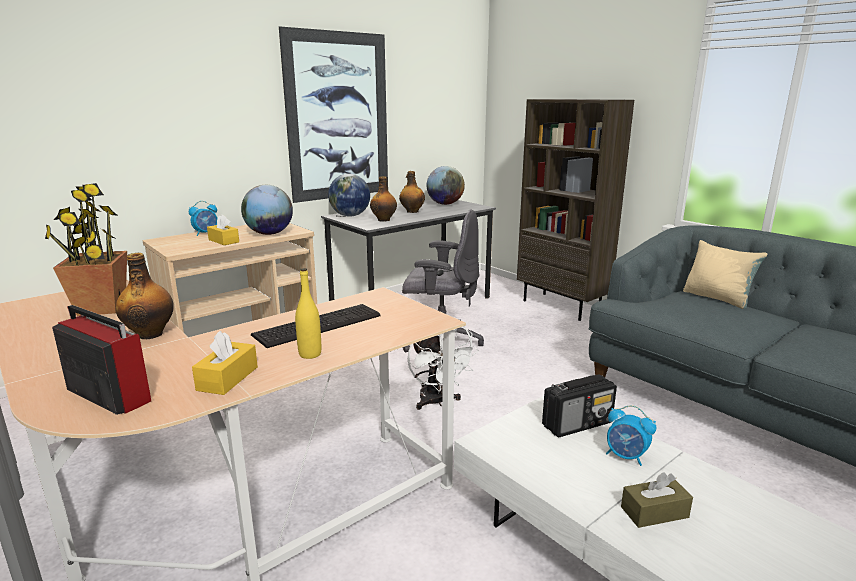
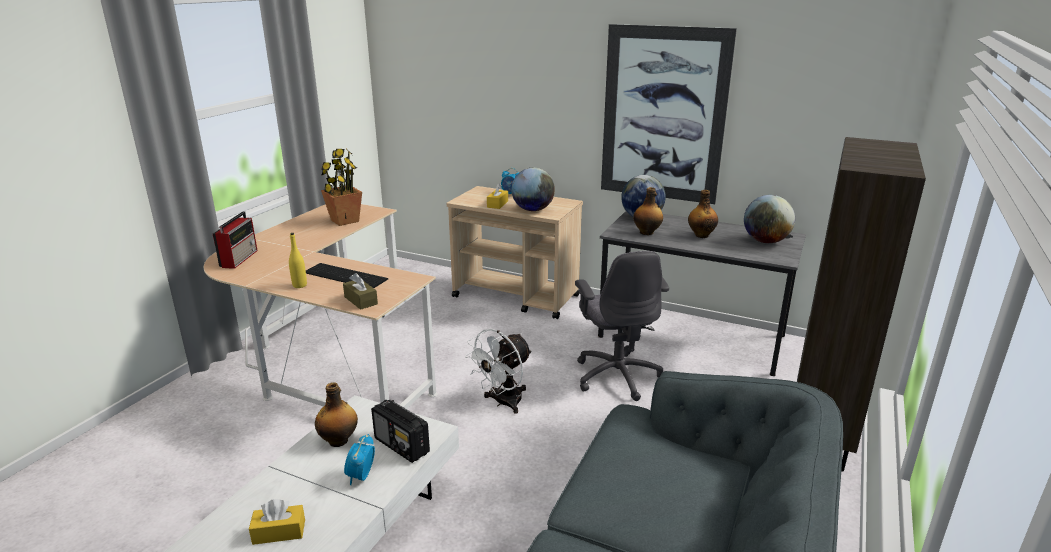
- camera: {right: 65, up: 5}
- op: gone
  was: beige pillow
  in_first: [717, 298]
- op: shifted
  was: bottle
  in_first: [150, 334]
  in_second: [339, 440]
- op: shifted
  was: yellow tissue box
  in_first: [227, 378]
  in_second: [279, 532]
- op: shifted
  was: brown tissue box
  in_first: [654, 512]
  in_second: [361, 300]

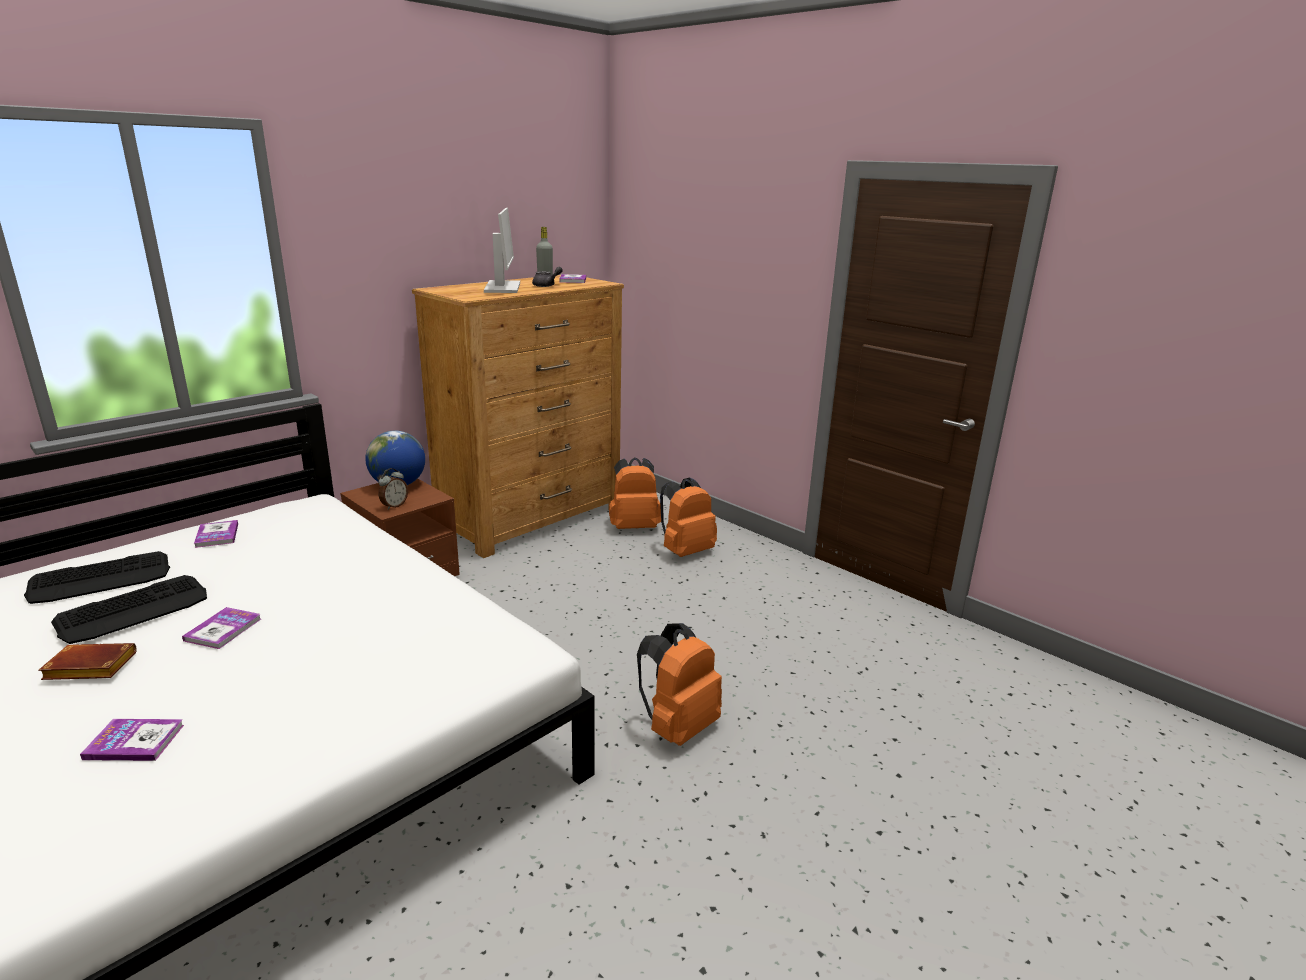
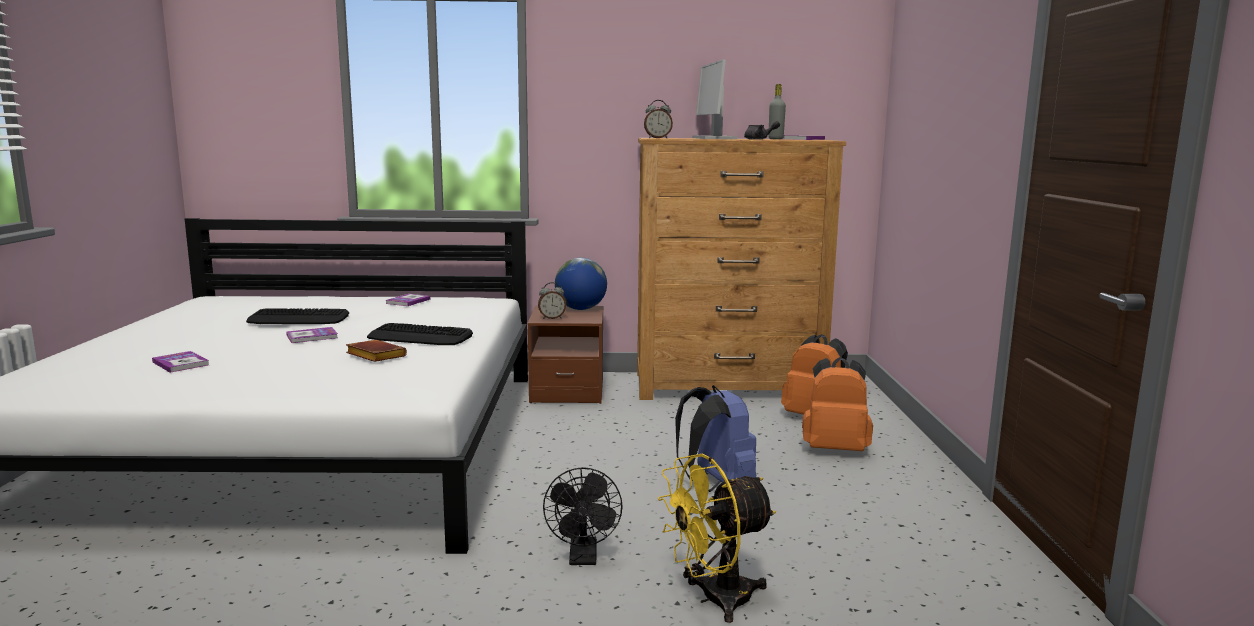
- camera: {right: 45, up: -10}
- op: rotated
  was: monitor
  in_first: [503, 287]
  in_second: [713, 138]
  clockwise: 135
- op: shifted
  was: keyboard
  in_first: [101, 579]
  in_second: [420, 337]
- op: swapped
  was: orange backpack
  now: black fan
  in_first: [678, 727]
  in_second: [583, 558]
- op: shifted
  was: brown book
  in_first: [88, 668]
  in_second: [374, 356]
- op: new
  now: alarm clock
  in_second: [657, 138]
- op: new
  now: blue backpack
  in_second: [716, 484]
- op: new
  now: yellow fan
  in_second: [714, 599]

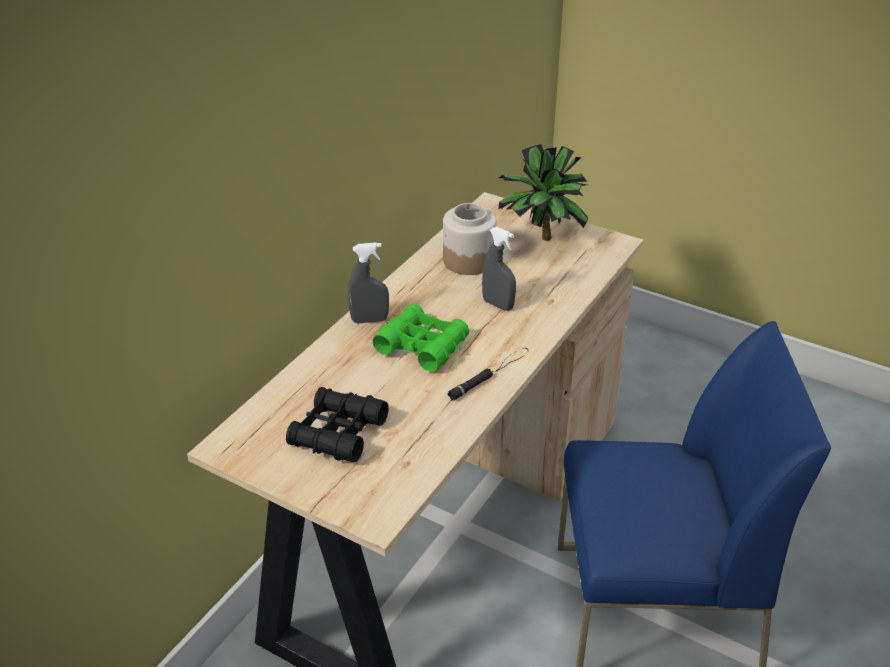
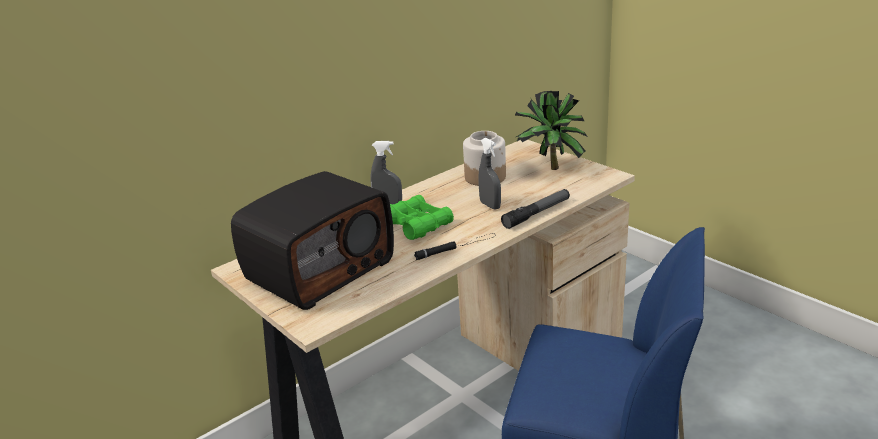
- camera: {right: 20, up: -10}
- op: swapped
  was: black binoculars
  now: radio
  in_first: [338, 433]
  in_second: [320, 270]
- op: new
  now: flashlight
  in_second: [537, 214]

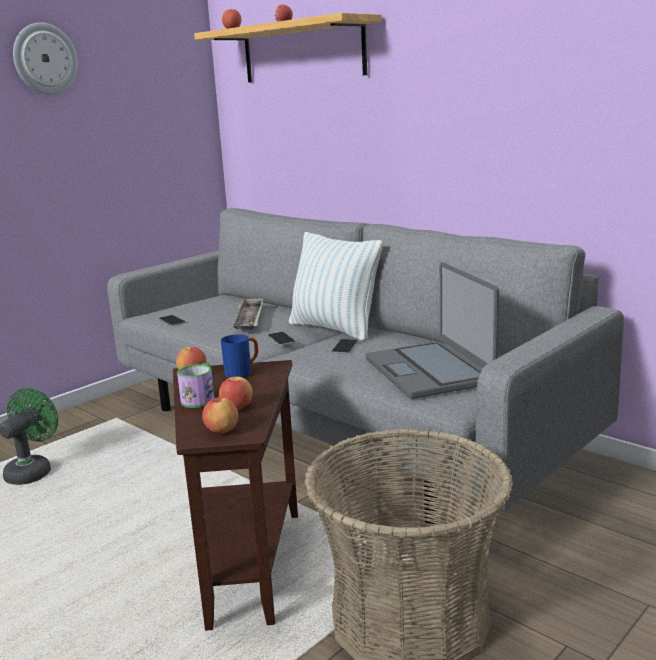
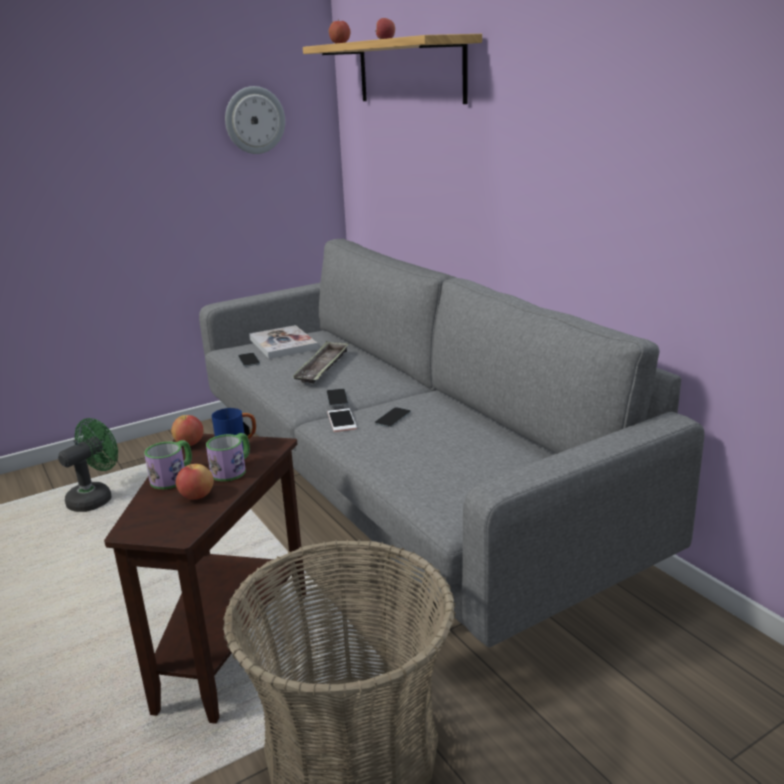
- camera: {right: 15, up: 5}
- op: shifted
  was: wall clock
  in_first: [45, 59]
  in_second: [254, 120]
- op: gone
  was: pillow
  in_first: [335, 328]
- op: gone
  was: laptop
  in_first: [429, 371]
- op: gone
  was: apple
  in_first: [221, 430]
- op: new
  now: book
  in_second: [283, 344]
- op: new
  now: phone
  in_second: [341, 421]
- op: new
  now: mug
  in_second: [233, 469]

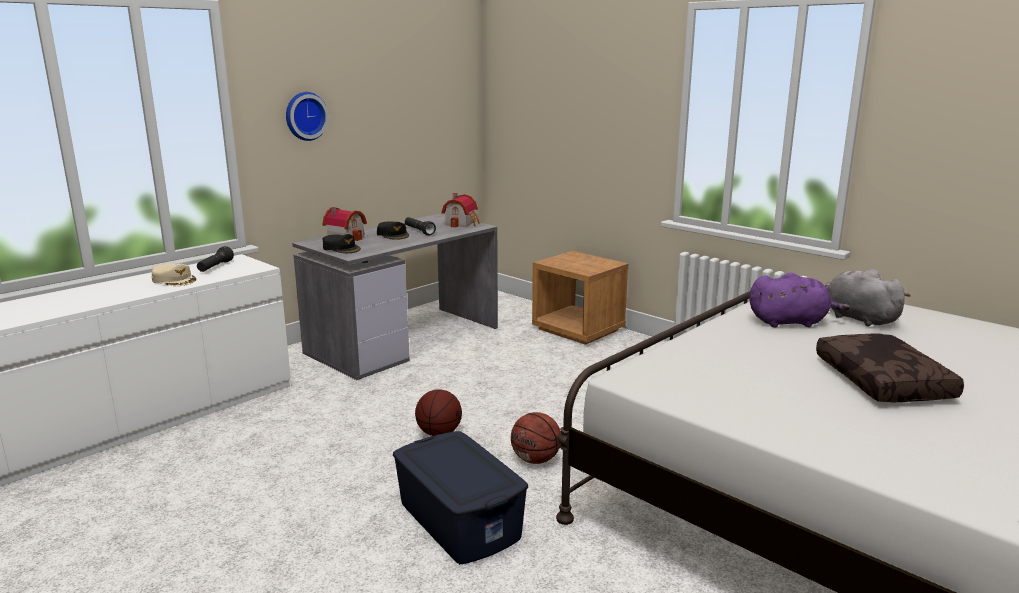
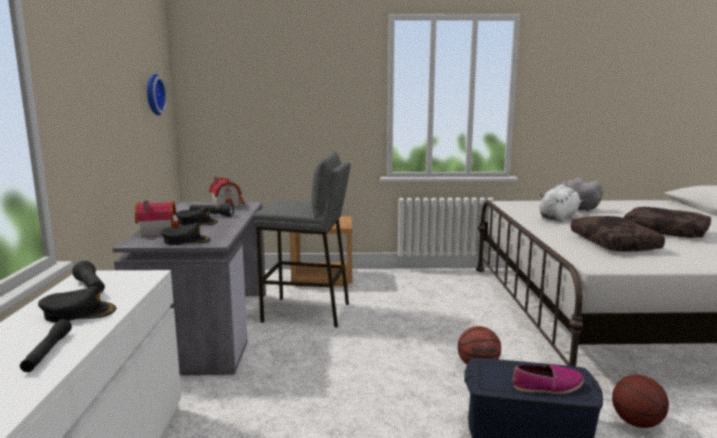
- camera: {right: -45, up: -5}
- op: shifted
  was: wall clock
  in_first: [305, 116]
  in_second: [153, 94]
- op: repainted
  was: beige cap
  now: black cap
  in_first: [174, 280]
  in_second: [79, 312]
- op: repainted
  was: purple plush toy
  now: white plush toy
  in_first: [790, 322]
  in_second: [559, 218]
- op: shifted
  was: basketball
  in_first: [439, 433]
  in_second: [636, 423]
- op: new
  now: grey stool
  in_second: [307, 312]
- op: new
  now: brown pillow
  in_second: [615, 243]
- op: new
  now: black flashlight
  in_second: [47, 352]
- op: new
  now: shoe
  in_second: [547, 386]

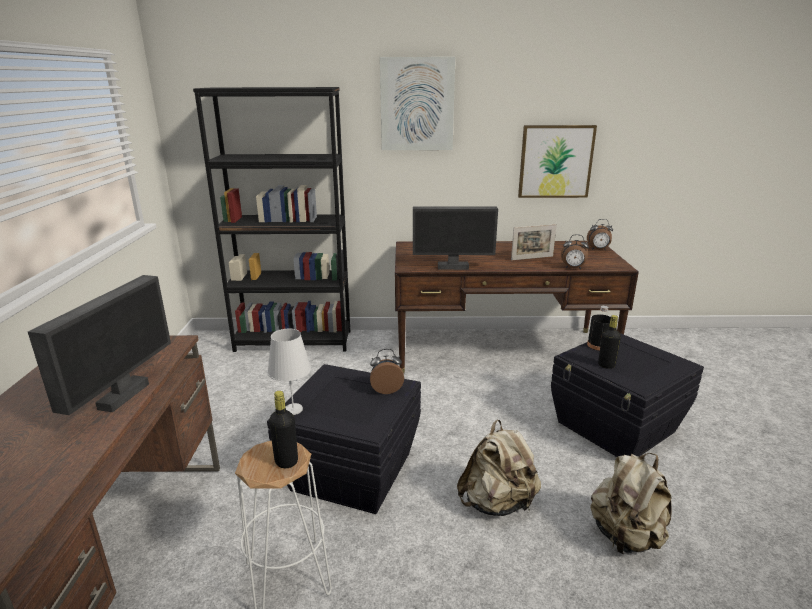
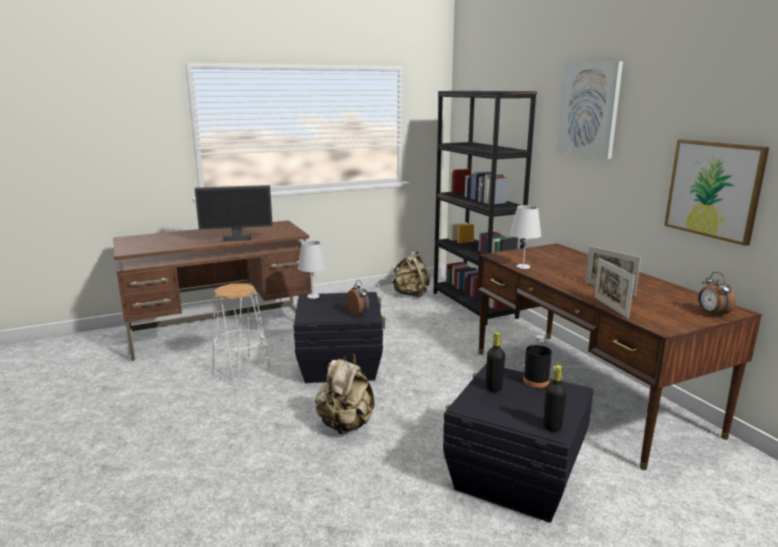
- camera: {right: 65, up: -5}
- op: swapped
  was: monitor
  now: white table lamp
  in_first: [453, 267]
  in_second: [523, 267]
- op: swapped
  was: alarm clock
  now: picture frame
  in_first: [573, 268]
  in_second: [610, 307]
- op: shifted
  was: black bottle
  in_first: [286, 461]
  in_second: [552, 427]
- op: shifted
  was: beige backpack
  in_first: [626, 536]
  in_second: [411, 294]

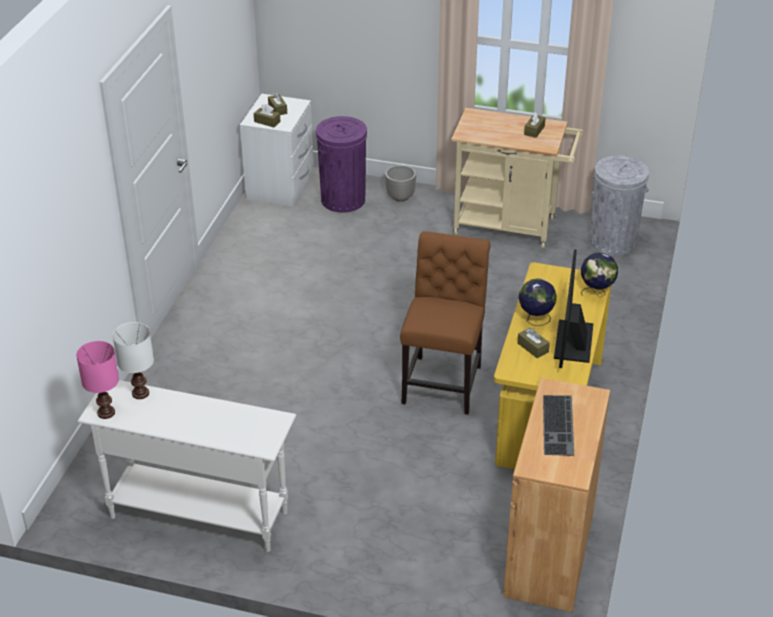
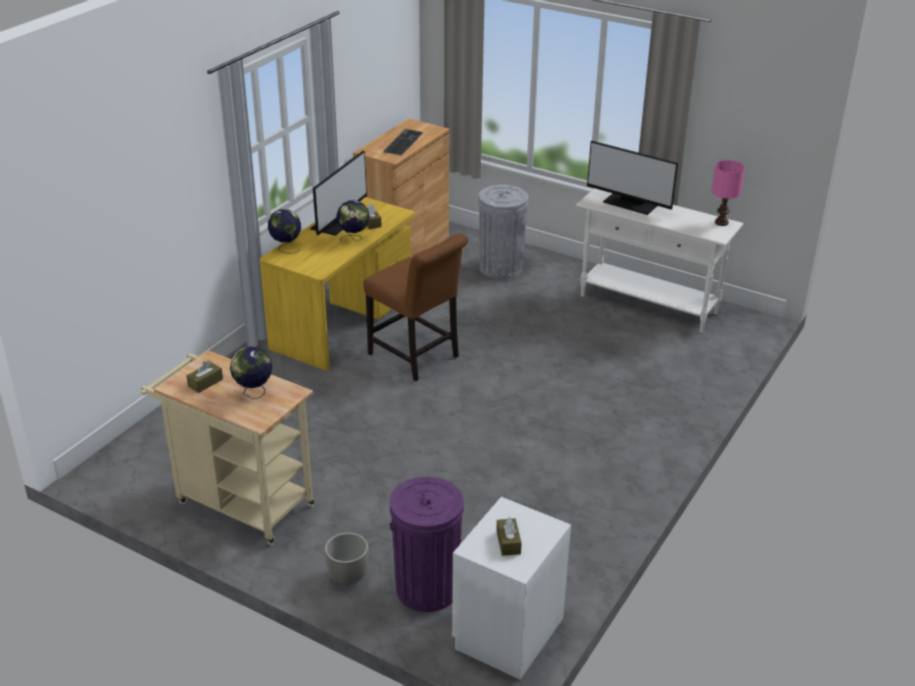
- camera: {right: -165, up: -5}
- op: gone
  was: brown tissue box
  in_first: [267, 122]
- op: shifted
  was: grey trash can
  in_first: [612, 242]
  in_second: [501, 267]
- op: rotated
  was: brown chair
  in_first: [443, 381]
  in_second: [416, 357]
  clockwise: -75
- op: gone
  was: white table lamp
  in_first: [140, 393]
- op: new
  now: monitor
  in_second: [630, 203]
- op: new
  now: globe
  in_second: [254, 393]

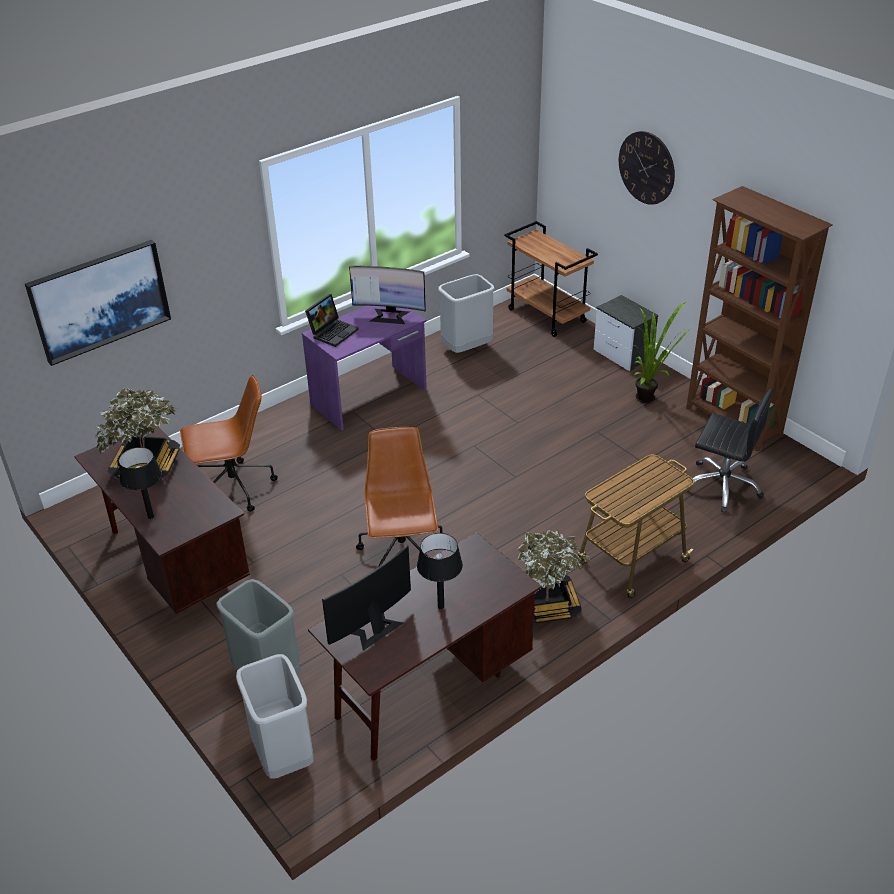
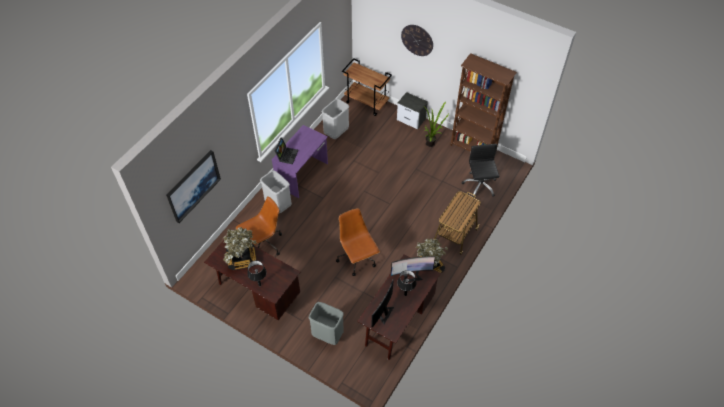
- camera: {right: -20, up: 15}
- op: shifted
  was: monitor
  in_first: [389, 316]
  in_second: [411, 275]
- op: rotated
  was: black office chair
  in_first: [722, 486]
  in_second: [479, 185]
  clockwise: -105
- op: shifted
  was: grey trash can
  in_first: [284, 755]
  in_second: [279, 205]

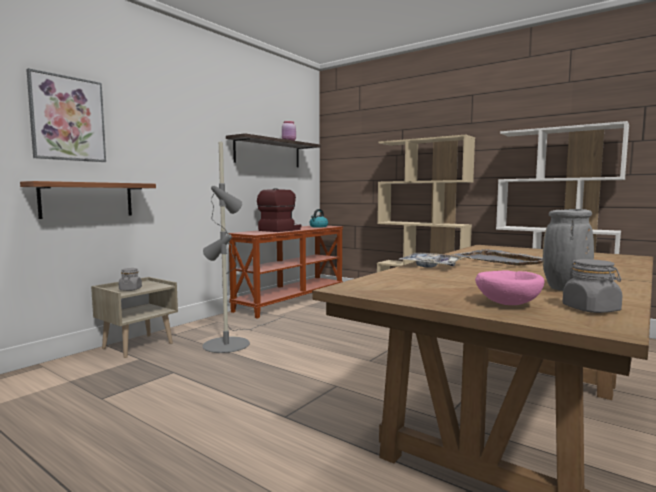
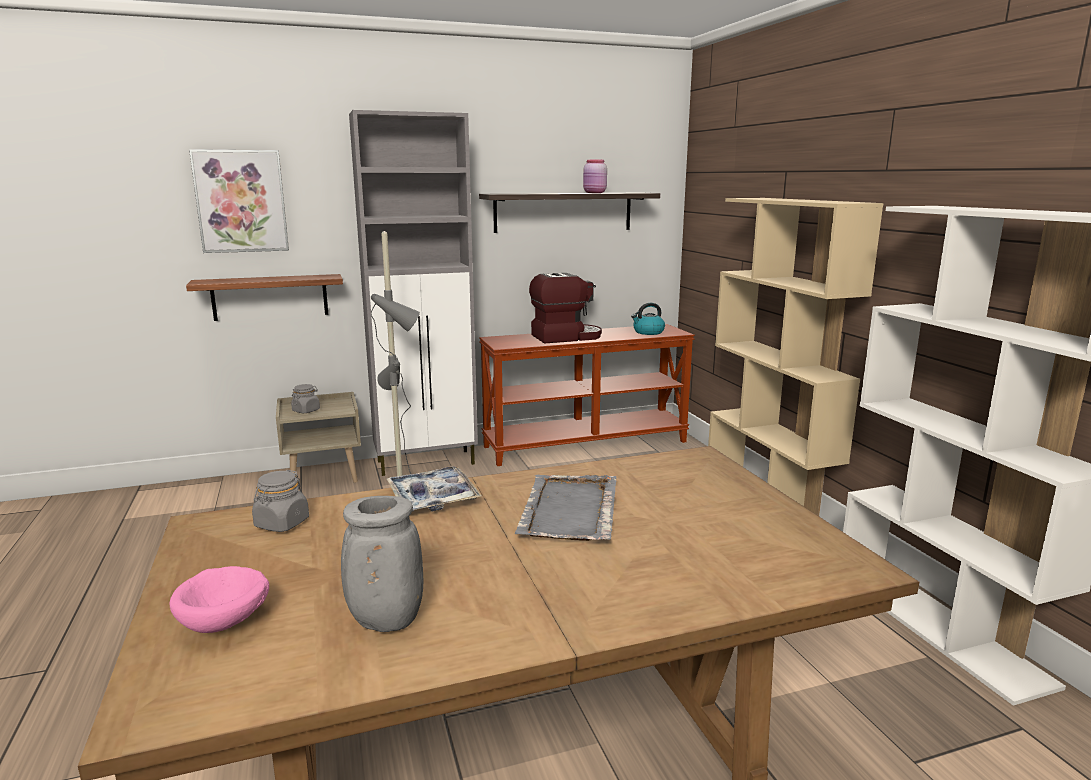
- camera: {right: 35, up: 10}
- op: shifted
  was: grey jar
  in_first: [591, 309]
  in_second: [282, 523]
- op: new
  now: grey cabinet
  in_second: [427, 462]

